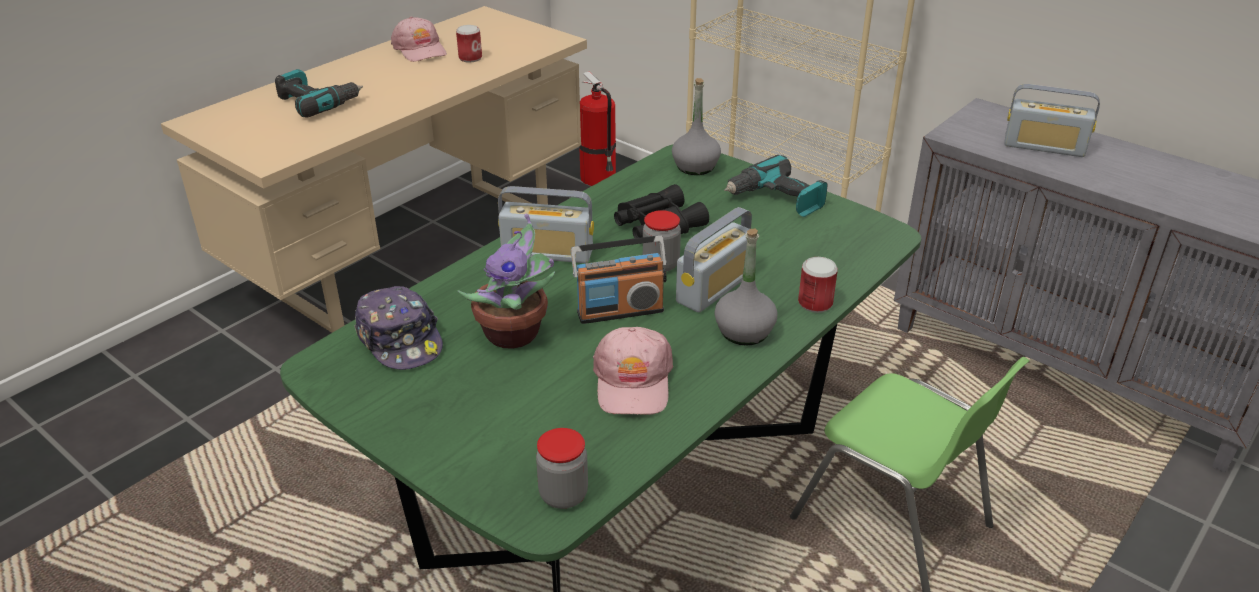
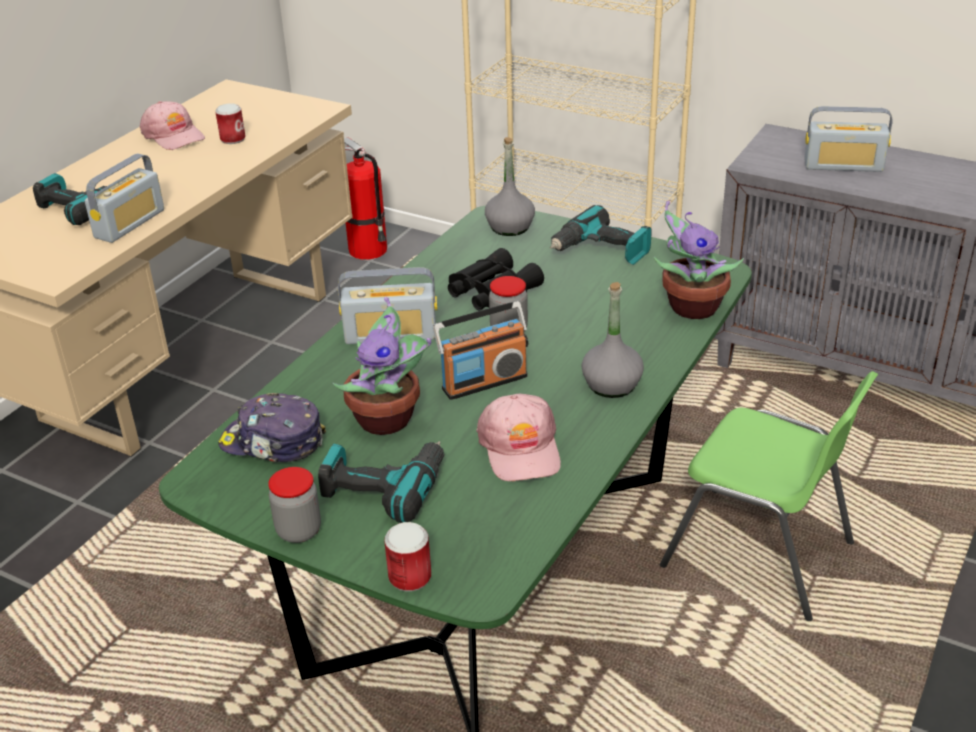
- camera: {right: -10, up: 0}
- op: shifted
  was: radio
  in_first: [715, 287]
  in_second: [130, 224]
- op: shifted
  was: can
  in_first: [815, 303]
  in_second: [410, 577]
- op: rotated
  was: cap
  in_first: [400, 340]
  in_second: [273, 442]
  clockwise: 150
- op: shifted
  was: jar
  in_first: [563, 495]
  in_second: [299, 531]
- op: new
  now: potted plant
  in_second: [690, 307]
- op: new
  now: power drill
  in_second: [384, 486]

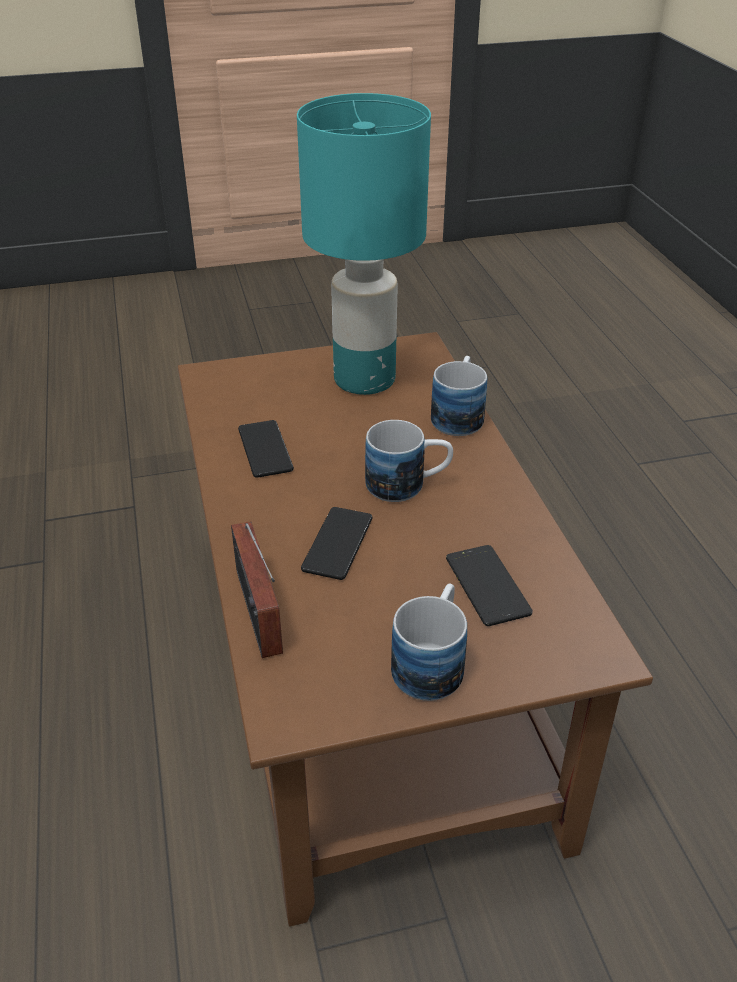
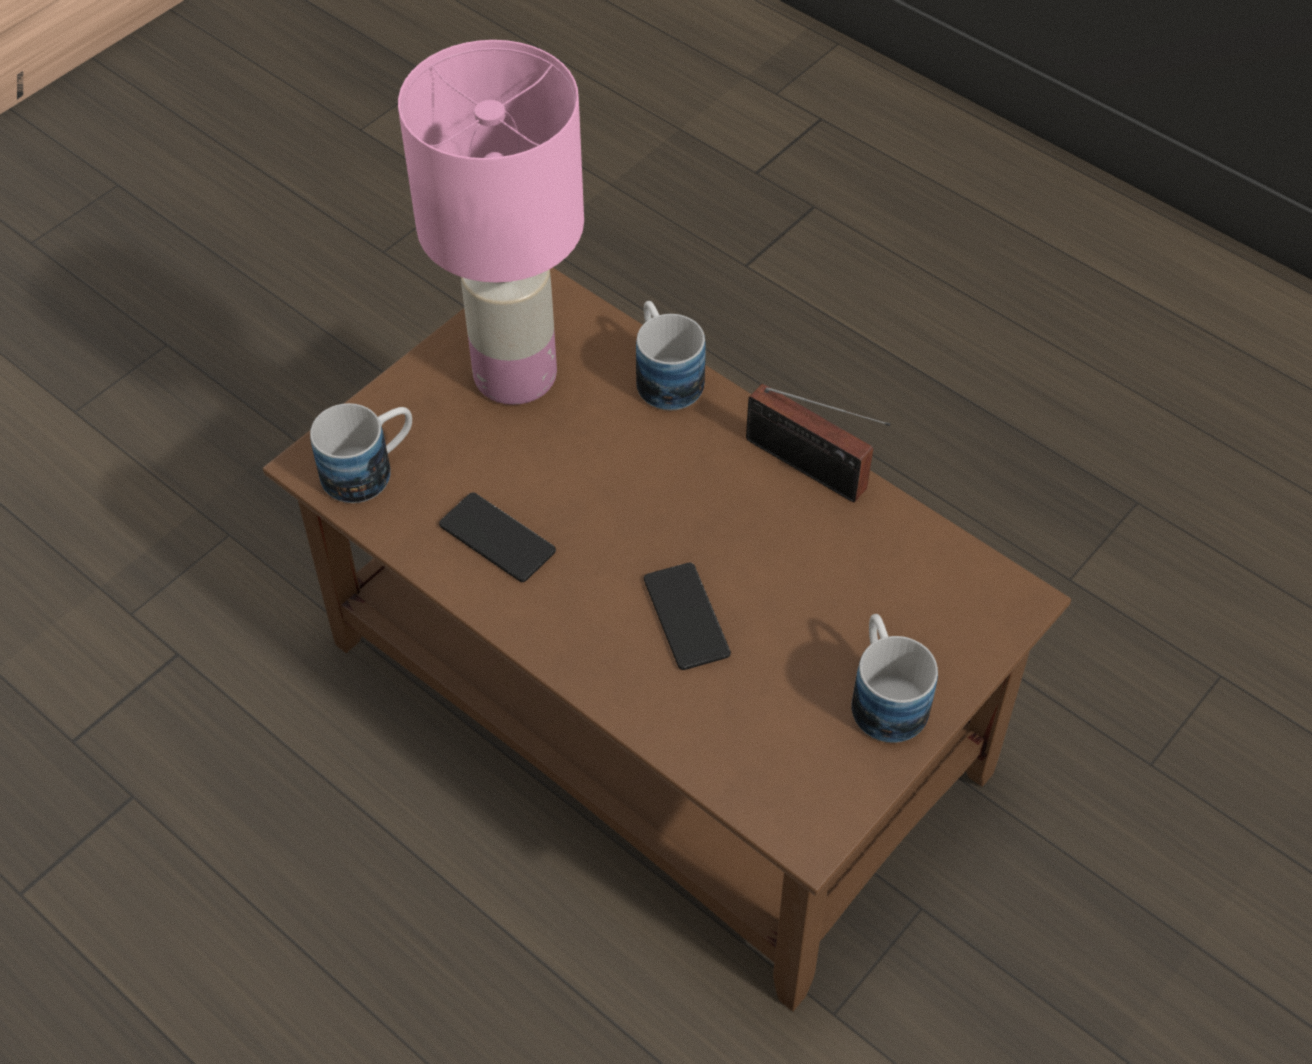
- camera: {right: -35, up: 15}
- op: repainted
  was: turquoise table lamp
  now: pink table lamp
  in_first: [363, 380]
  in_second: [515, 377]
- op: shifted
  was: mug
  in_first: [408, 485]
  in_second: [371, 469]
- op: shifted
  was: radio
  in_first: [258, 616]
  in_second: [811, 469]
- op: gone
  was: phone
  in_first: [487, 585]

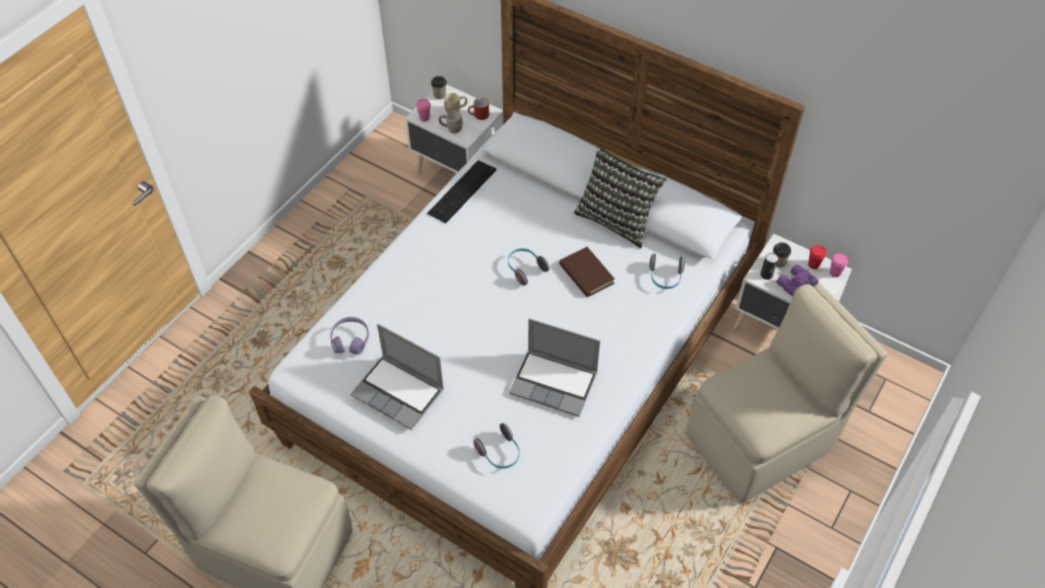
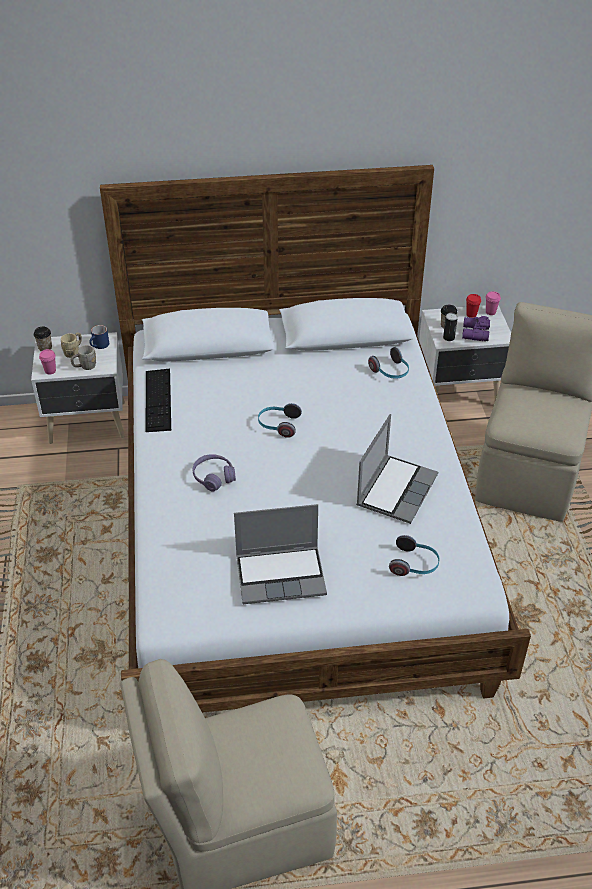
- camera: {right: -40, up: -10}
- op: repainted
  was: red mug
  now: blue mug
  in_first: [478, 116]
  in_second: [99, 346]
- op: gone
  was: pillow
  in_first: [617, 219]
- op: gone
  was: brown book
  in_first: [586, 274]
- op: shifted
  was: purple headphones
  in_first: [350, 340]
  in_second: [214, 477]
- op: rotated
  was: laptop
  in_first: [555, 383]
  in_second: [396, 489]
  clockwise: -45

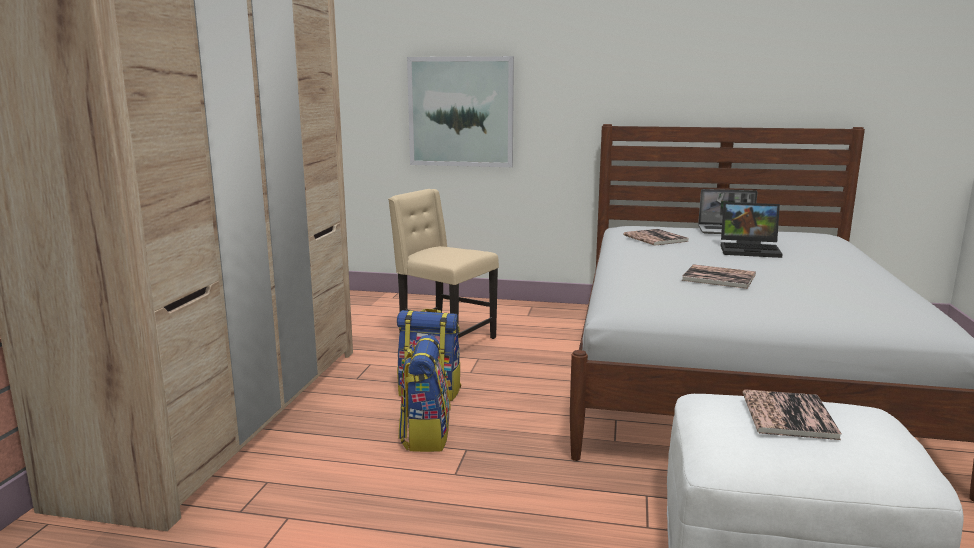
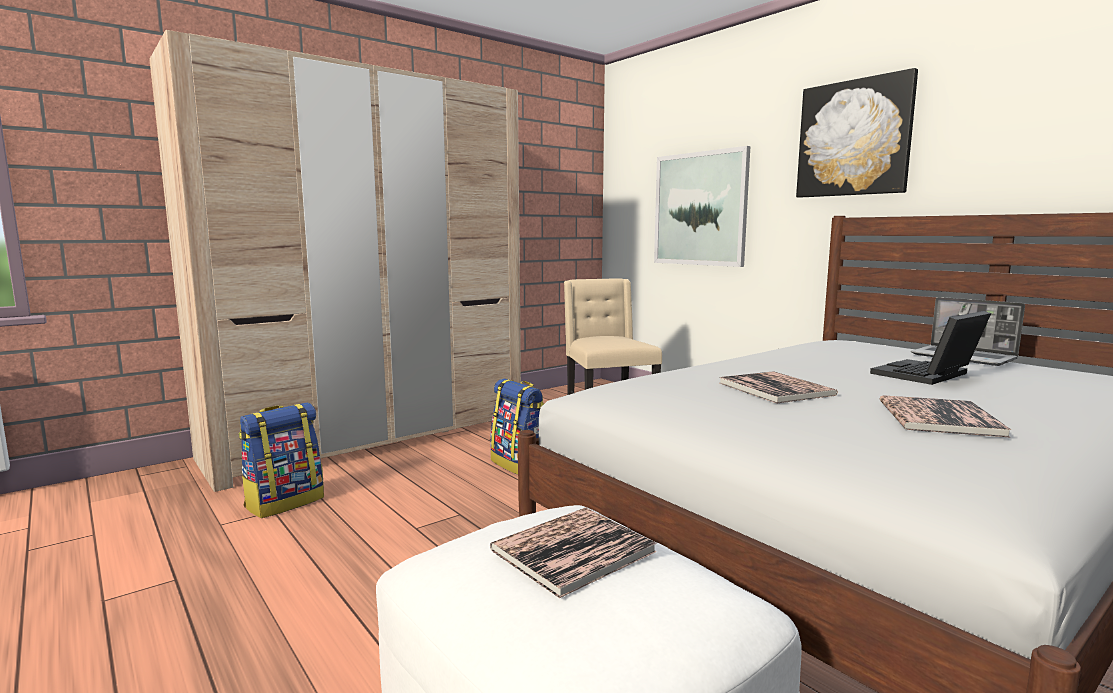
- camera: {right: 40, up: -5}
- op: rotated
  was: laptop
  in_first: [751, 250]
  in_second: [927, 375]
  clockwise: 90
- op: shifted
  was: book
  in_first: [655, 238]
  in_second: [938, 418]
- op: shifted
  was: backpack
  in_first: [425, 435]
  in_second: [285, 502]
- op: new
  now: picture
  in_second: [854, 138]

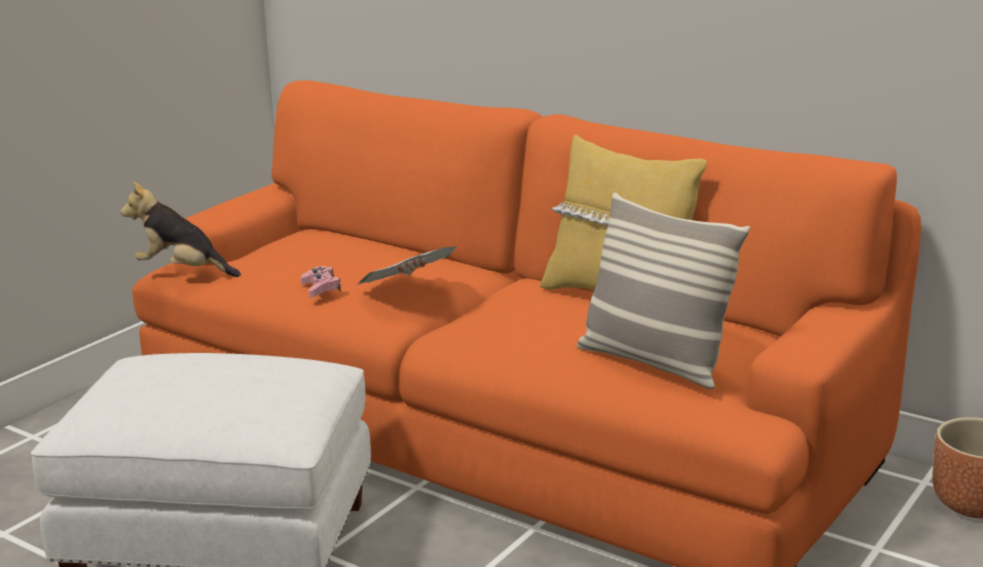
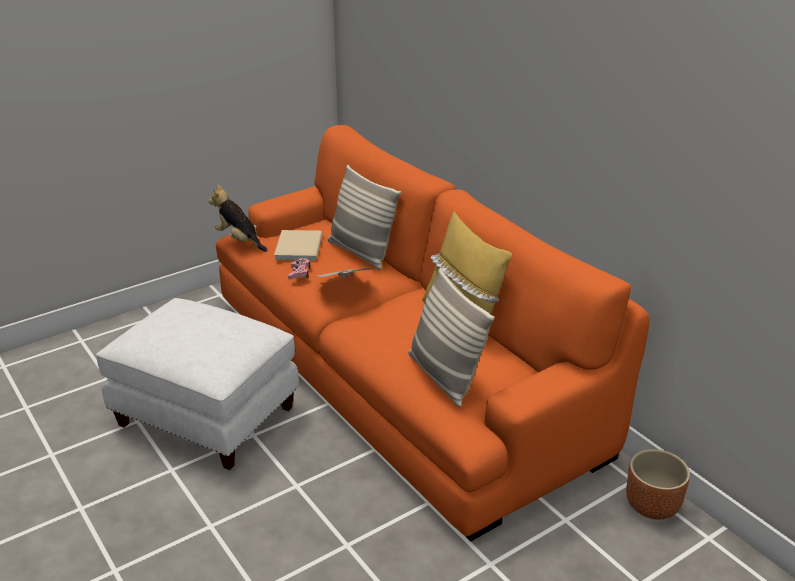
- camera: {right: 20, up: 10}
- op: new
  now: pillow
  in_second: [361, 252]
- op: new
  now: beige book
  in_second: [300, 246]

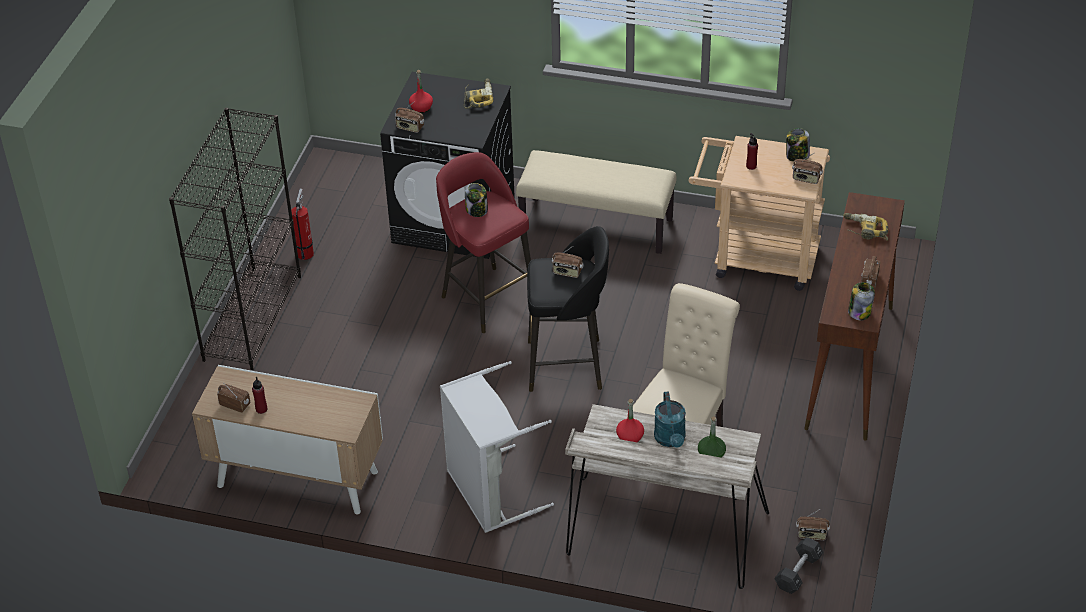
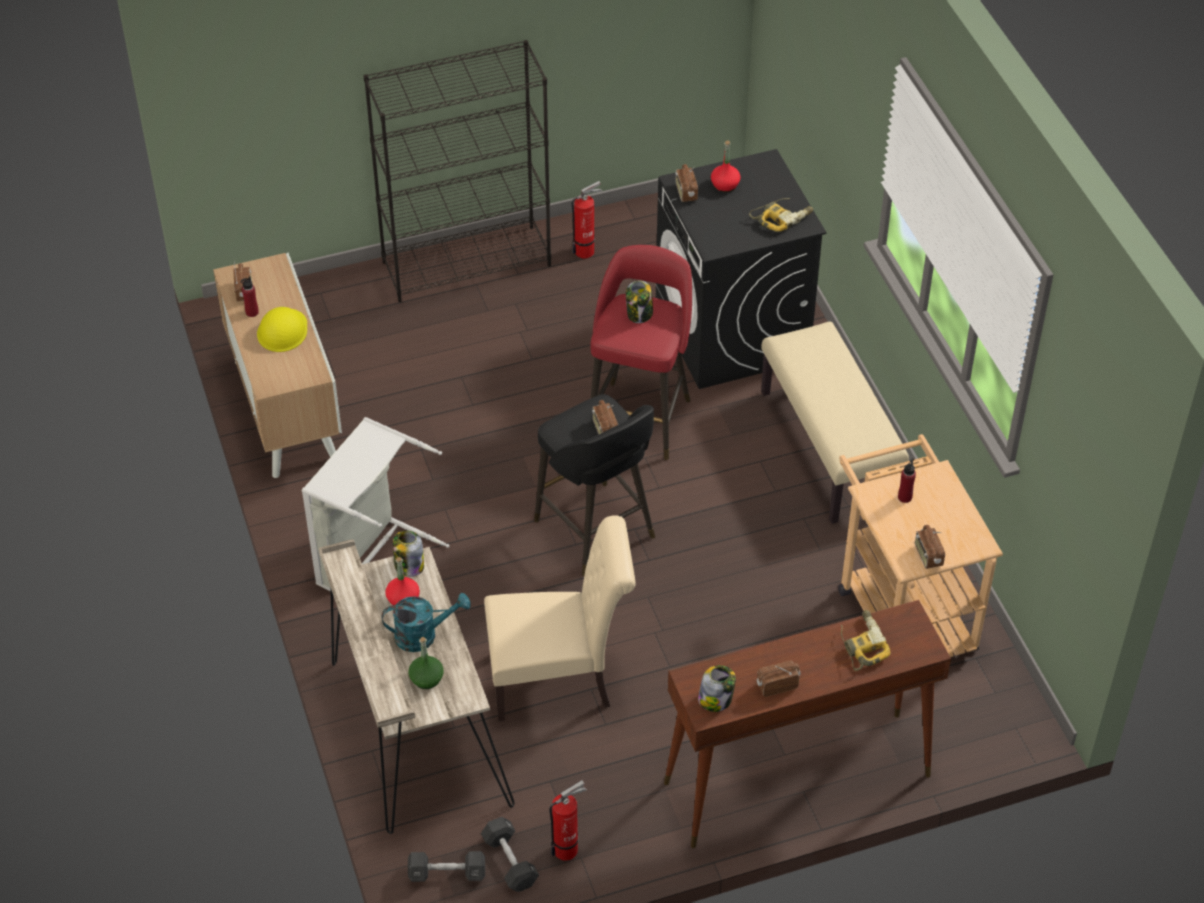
- camera: {right: 55, up: 5}
- op: shifted
  was: jar
  in_first: [797, 156]
  in_second: [408, 565]
- op: rotated
  was: turquoise watering can
  in_first: [671, 440]
  in_second: [423, 635]
  clockwise: -150
- op: swapped
  was: radio
  now: black dumbbell
  in_first: [811, 535]
  in_second: [510, 861]
- op: new
  now: yellow hard hat
  in_second: [282, 330]
- op: new
  now: fire extinguisher
  in_second: [568, 848]

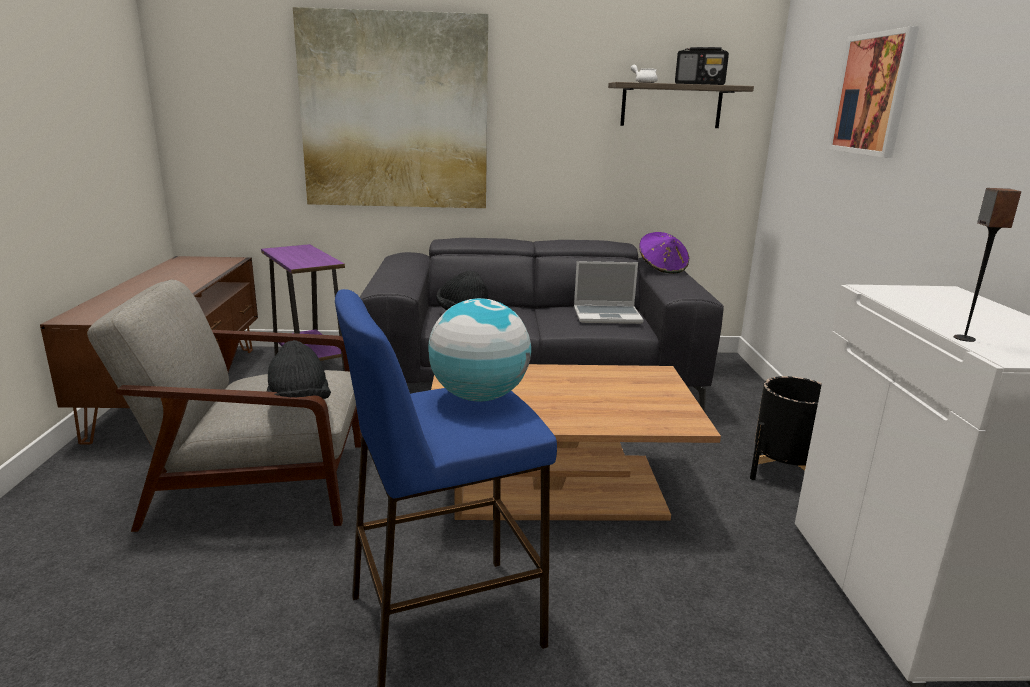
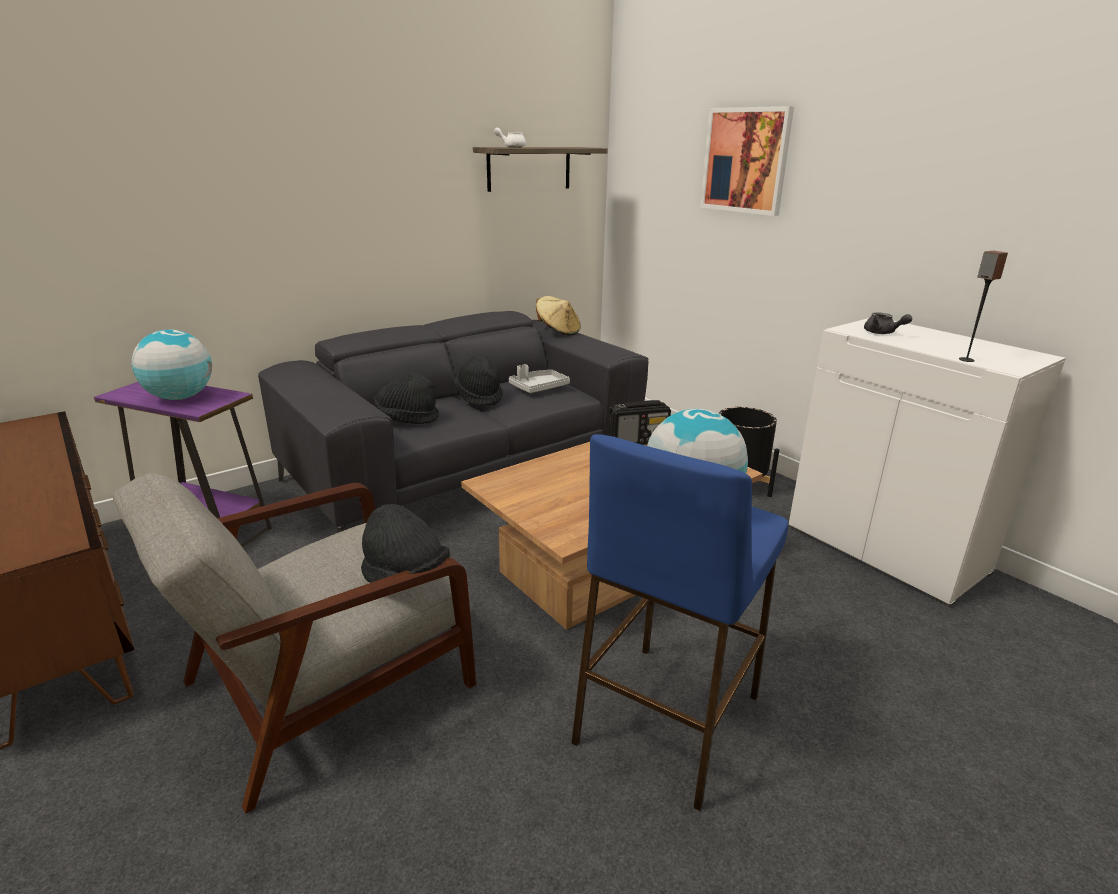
- camera: {right: -35, up: 5}
- op: gone
  was: picture
  in_first: [395, 112]
- op: shifted
  was: radio
  in_first: [700, 84]
  in_second: [638, 441]
- op: repainted
  was: purple hat
  now: beige hat
  in_first: [662, 268]
  in_second: [558, 331]
- op: swapped
  was: laptop
  now: grey tray
  in_first: [608, 316]
  in_second: [538, 388]
- op: new
  now: grey teapot
  in_second: [882, 333]
- op: new
  now: globe
  in_second: [180, 397]
- op: new
  now: black hat
  in_second: [479, 397]

